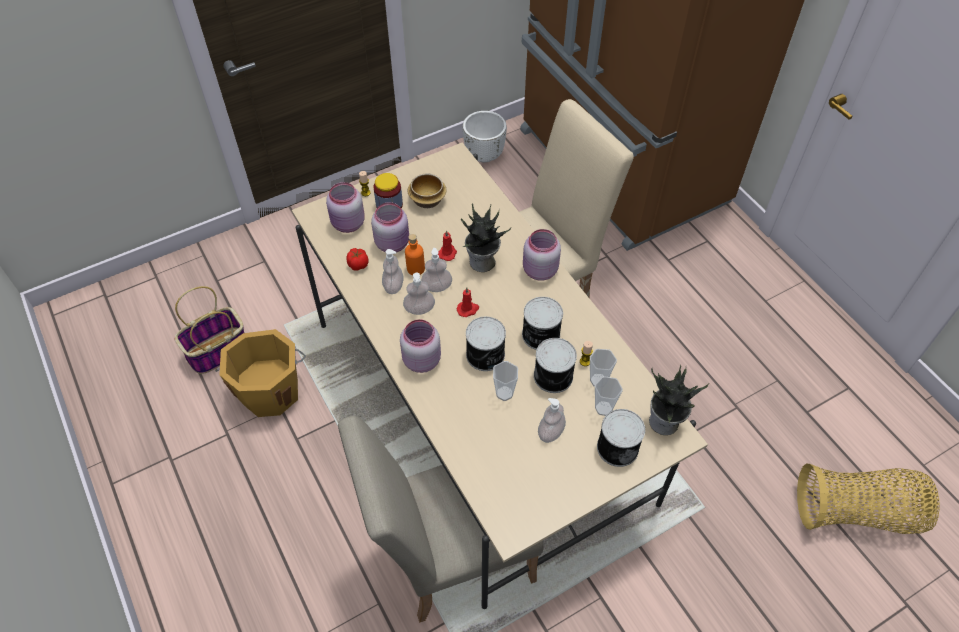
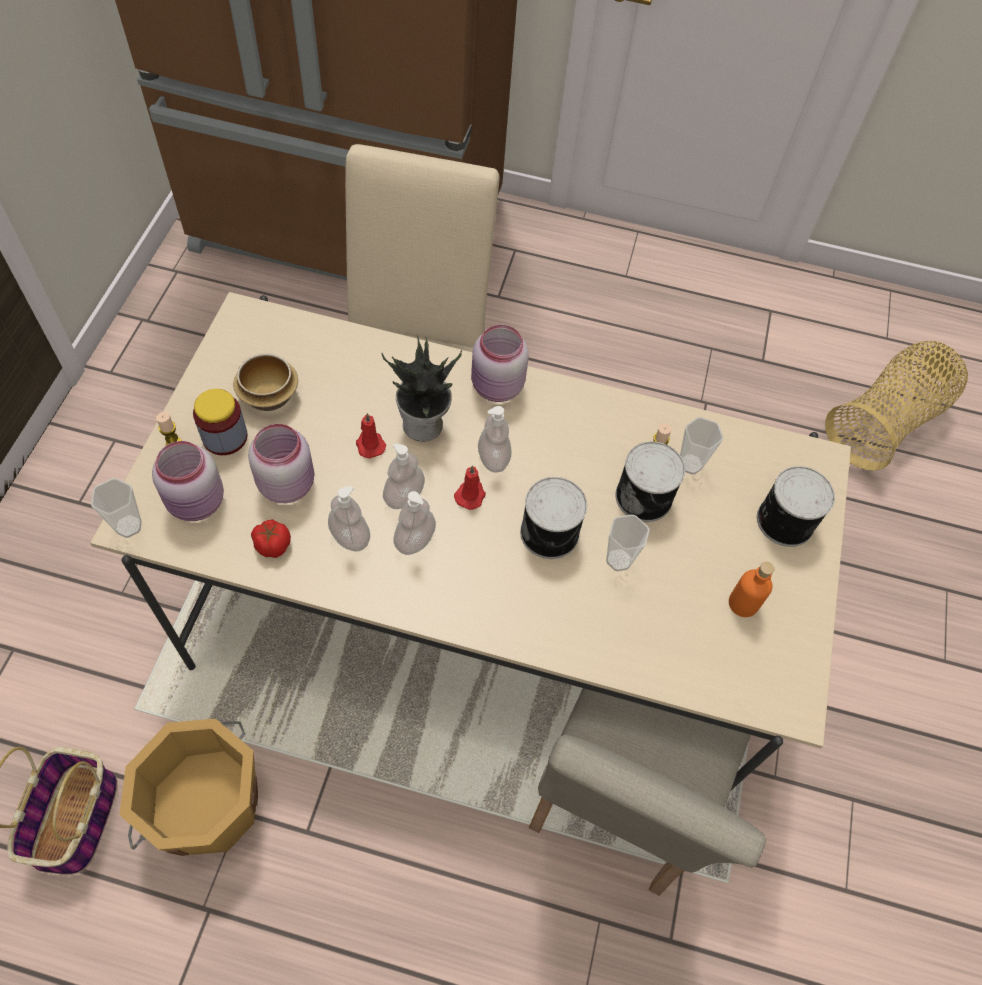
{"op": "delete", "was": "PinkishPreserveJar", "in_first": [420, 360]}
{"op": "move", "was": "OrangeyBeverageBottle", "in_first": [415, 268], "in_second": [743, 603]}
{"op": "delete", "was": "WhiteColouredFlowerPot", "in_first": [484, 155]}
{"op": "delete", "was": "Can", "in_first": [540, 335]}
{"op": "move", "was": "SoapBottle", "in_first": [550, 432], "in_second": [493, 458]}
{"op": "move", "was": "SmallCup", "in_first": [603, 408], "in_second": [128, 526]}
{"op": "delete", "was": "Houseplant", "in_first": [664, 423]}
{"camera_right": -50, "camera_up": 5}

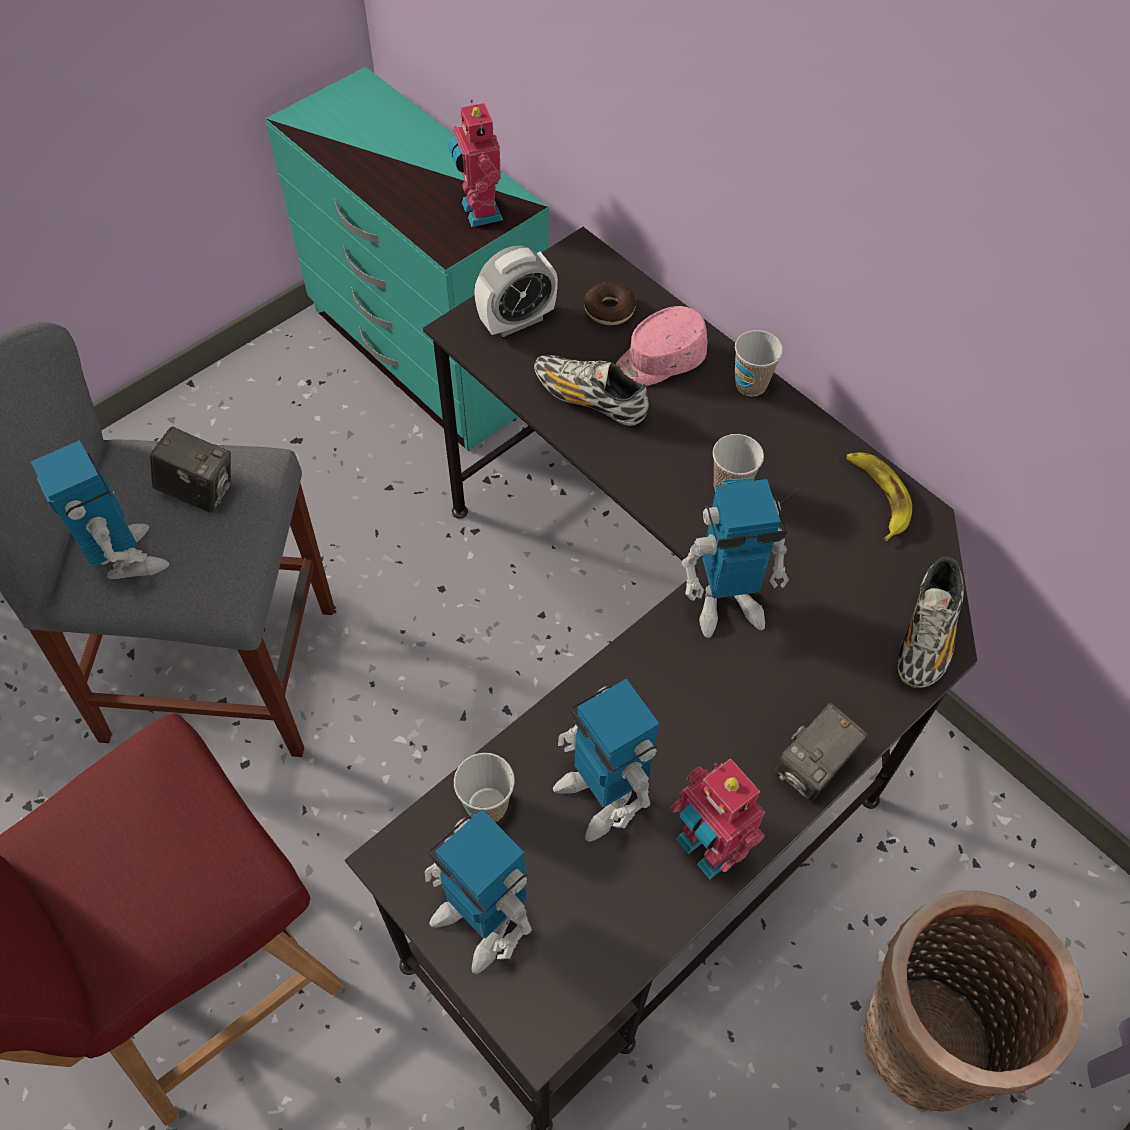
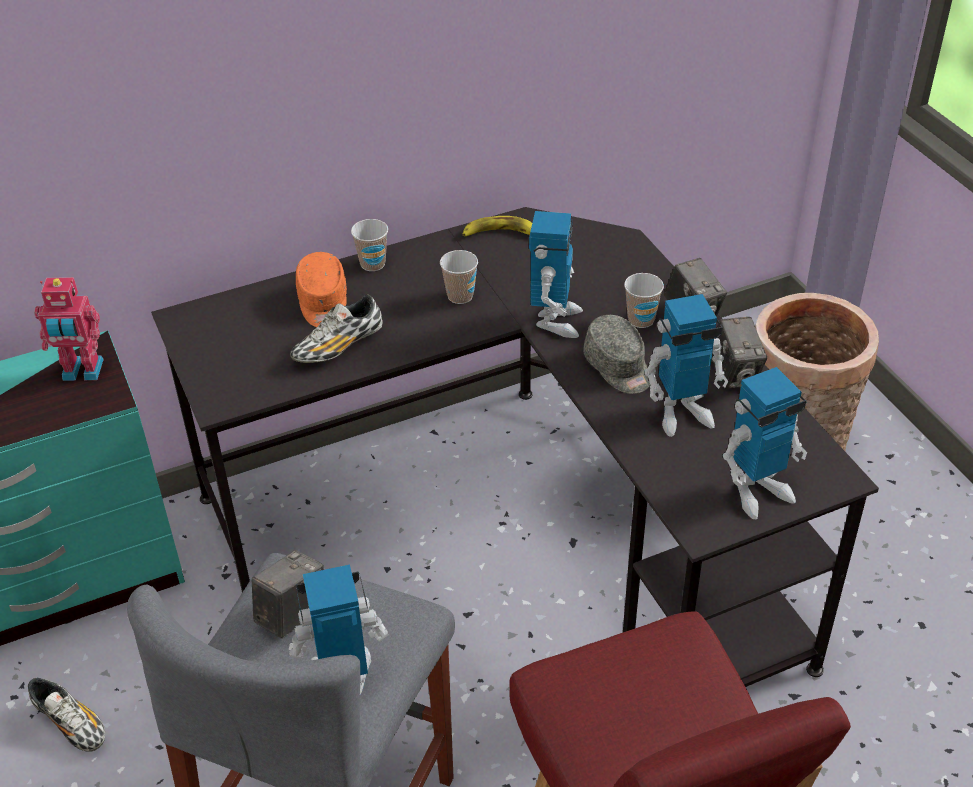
{"op": "move", "was": "SmallCup", "in_first": [487, 806], "in_second": [641, 320]}
{"op": "delete", "was": "BedsideClock", "in_first": [517, 321]}
{"op": "delete", "was": "Donut", "in_first": [609, 310]}
{"op": "recolor", "was": "PinkishPeakedCap", "now": "OrangeyPeakedCap", "in_first": [659, 361], "in_second": [323, 303]}
{"op": "replace", "was": "RobotFigure", "now": "StillCamera", "in_first": [706, 848], "in_second": [734, 374]}
{"op": "move", "was": "Shoe", "in_first": [926, 636], "in_second": [71, 724]}
{"op": "insert", "now": "GreyPeakedCap", "in_second": [618, 367]}
{"camera_right": -70, "camera_up": -15}

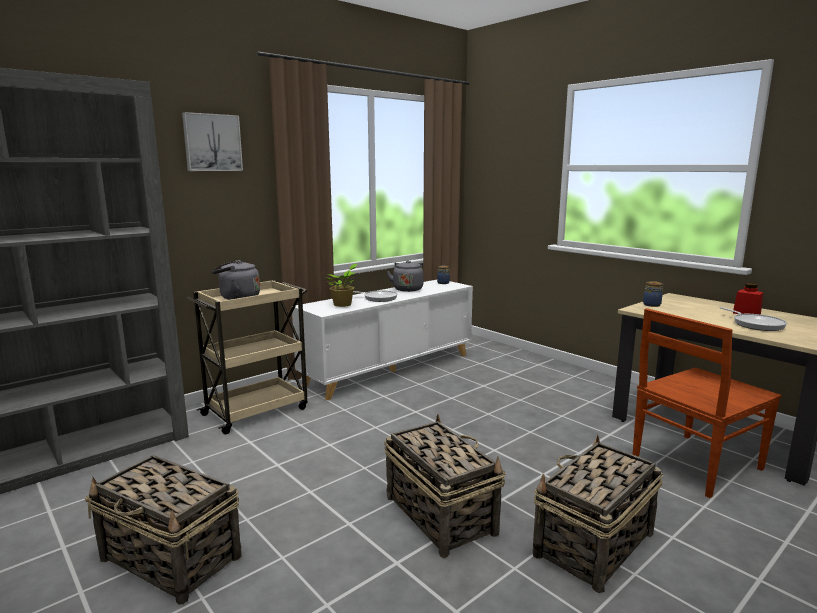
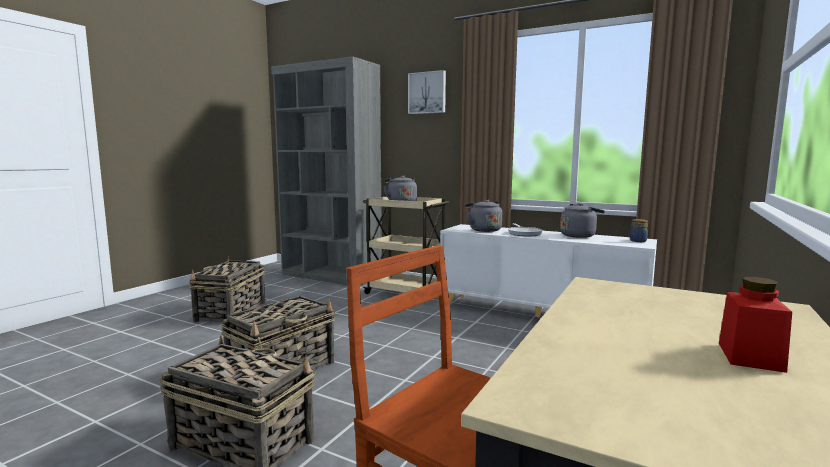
{"op": "replace", "was": "Houseplant", "now": "GreyTeaKettle", "in_first": [343, 305], "in_second": [483, 230]}
{"op": "delete", "was": "PreserveJar", "in_first": [652, 305]}
{"op": "delete", "was": "Skillet", "in_first": [756, 324]}
{"camera_right": 70, "camera_up": -5}

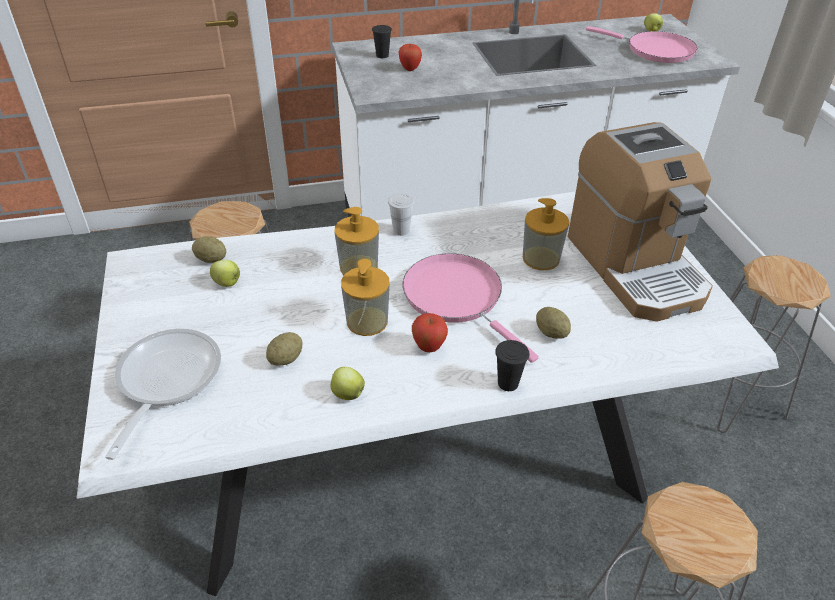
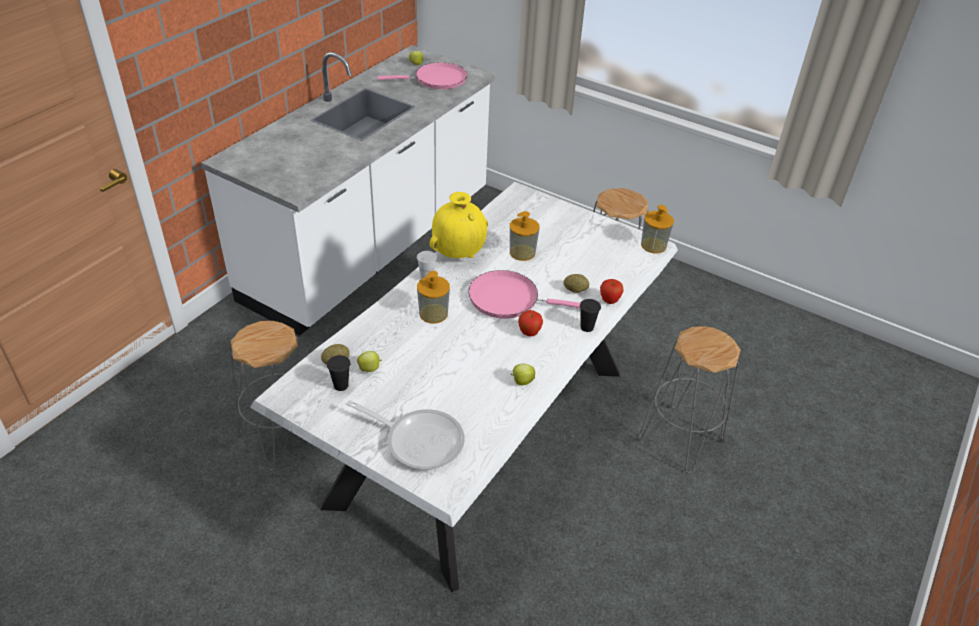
{"op": "rotate", "was": "Skillet", "in_first": [165, 381], "in_second": [419, 440], "clockwise": 150}
{"op": "delete", "was": "WholePotato", "in_first": [286, 359]}
{"op": "move", "was": "SoapBottle", "in_first": [367, 321], "in_second": [653, 245]}
{"op": "move", "was": "BlackColouredSmallCup", "in_first": [382, 55], "in_second": [341, 385]}
{"op": "move", "was": "AppleFruit", "in_first": [410, 69], "in_second": [609, 301]}
{"op": "delete", "was": "CoffeeBrewer", "in_first": [635, 267]}
{"op": "insert", "now": "YellowColouredDecorativeVase", "in_second": [459, 254]}
{"camera_right": -45, "camera_up": 0}

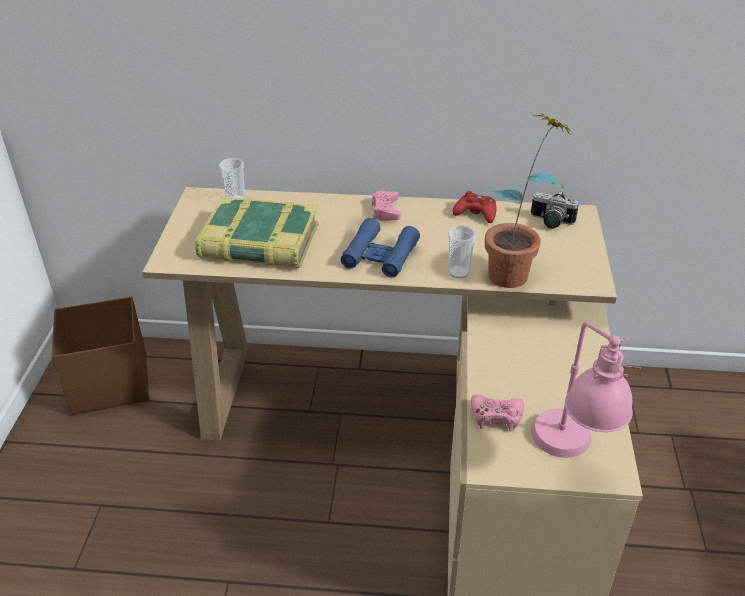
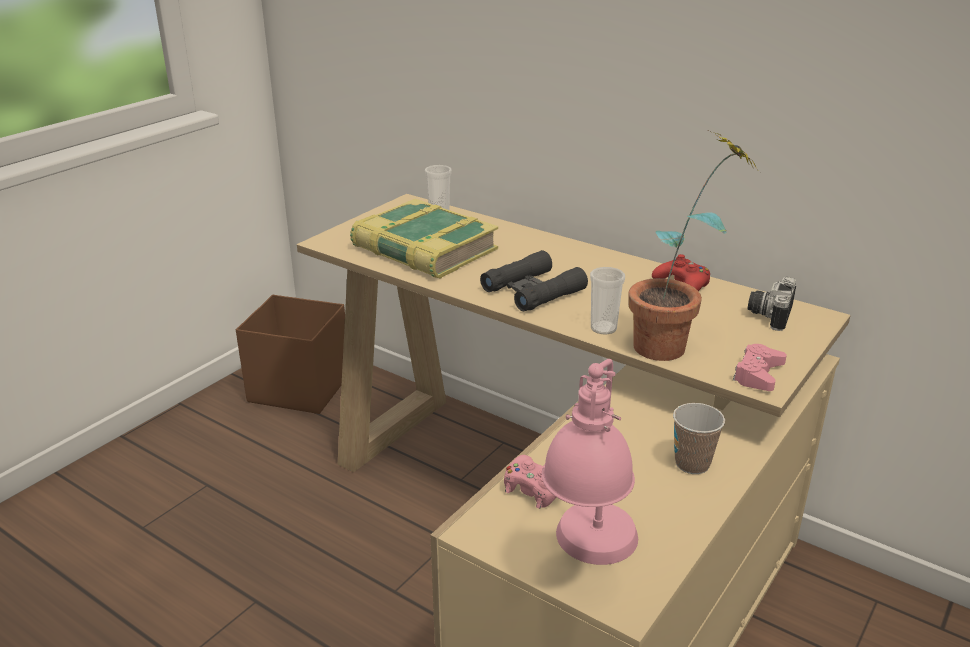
{"op": "recolor", "was": "BluishBinoculars", "now": "BlackColouredBinoculars", "in_first": [380, 255], "in_second": [533, 291]}
{"op": "move", "was": "PinkishJoypad", "in_first": [386, 210], "in_second": [758, 374]}
{"op": "rotate", "was": "StillCamera", "in_first": [550, 222], "in_second": [768, 314], "clockwise": 60}
{"op": "insert", "now": "SmallCup", "in_second": [692, 464]}
{"camera_right": 30, "camera_up": -10}

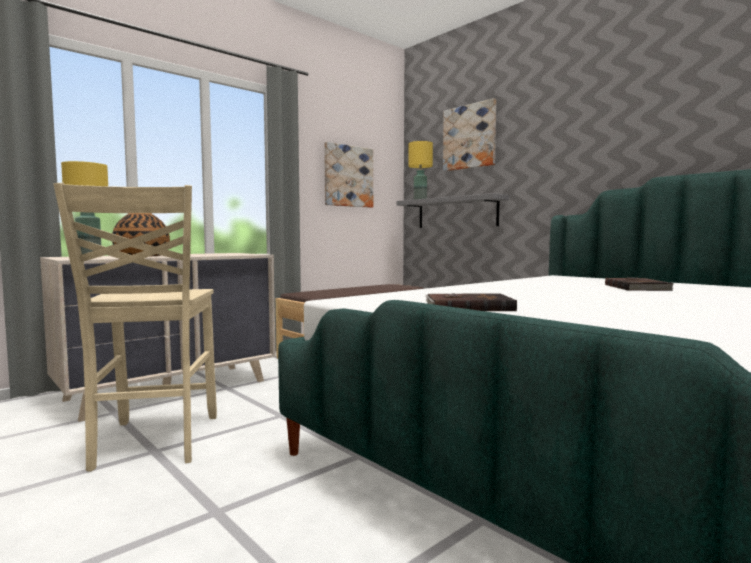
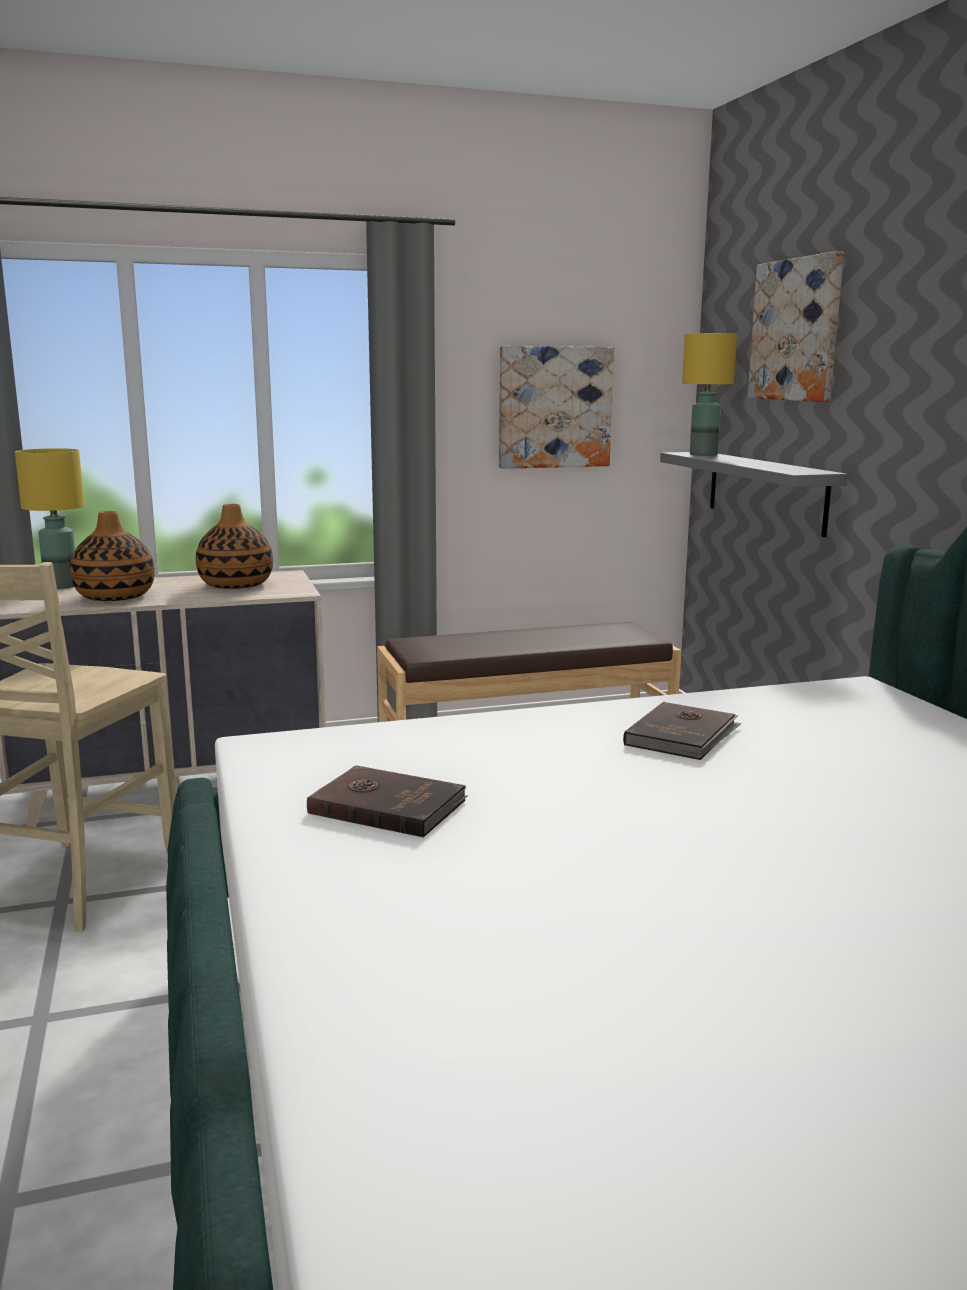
{"op": "move", "was": "BrownishVolume", "in_first": [637, 287], "in_second": [683, 736]}
{"op": "insert", "now": "DecorativeVase", "in_second": [236, 585]}
{"camera_right": 25, "camera_up": 10}

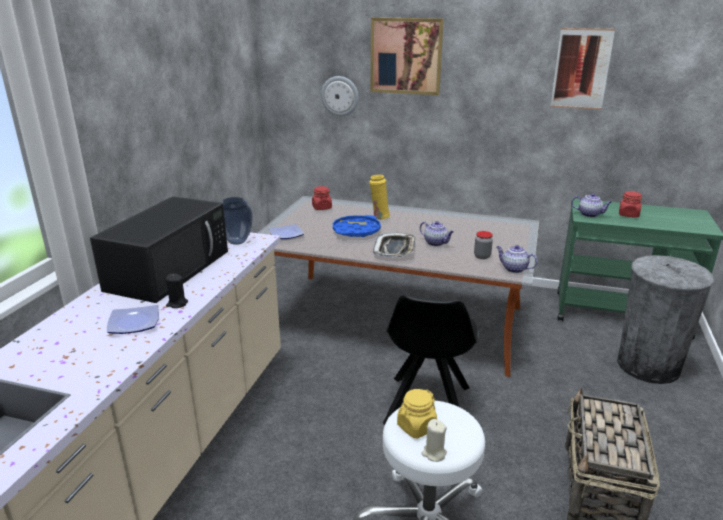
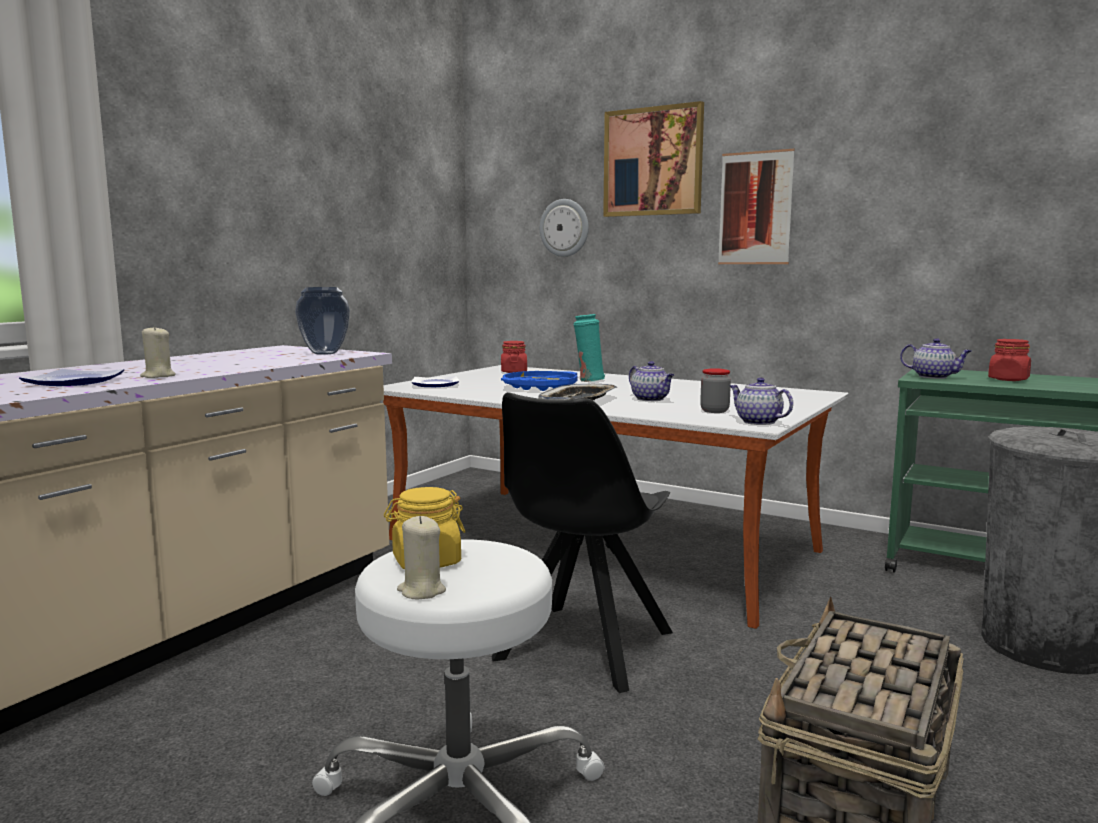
{"op": "delete", "was": "BlackColouredKitchenMicrowave", "in_first": [169, 269]}
{"op": "recolor", "was": "BlackColouredWaxCandle", "now": "BeigeWaxCandle", "in_first": [177, 304], "in_second": [158, 376]}
{"op": "recolor", "was": "YellowColouredDecorativeVase", "now": "TurquoiseDecorativeVase", "in_first": [379, 217], "in_second": [589, 380]}
{"op": "move", "was": "Picture", "in_first": [581, 69], "in_second": [755, 208]}
{"camera_right": 15, "camera_up": -15}

